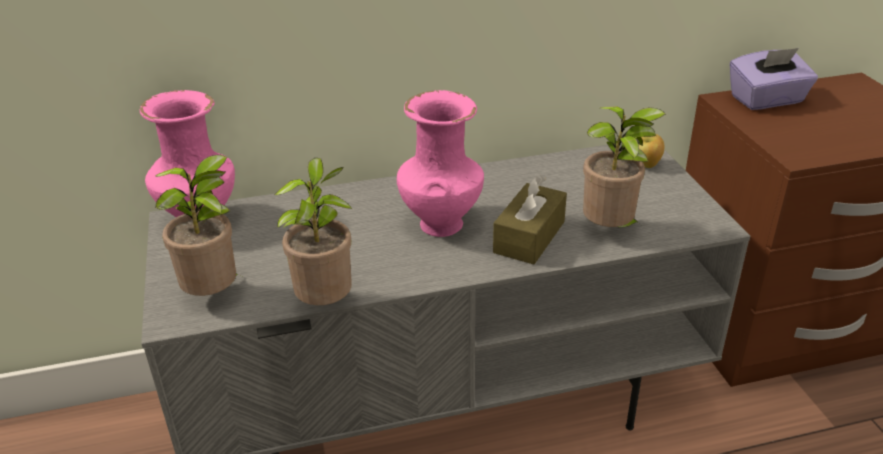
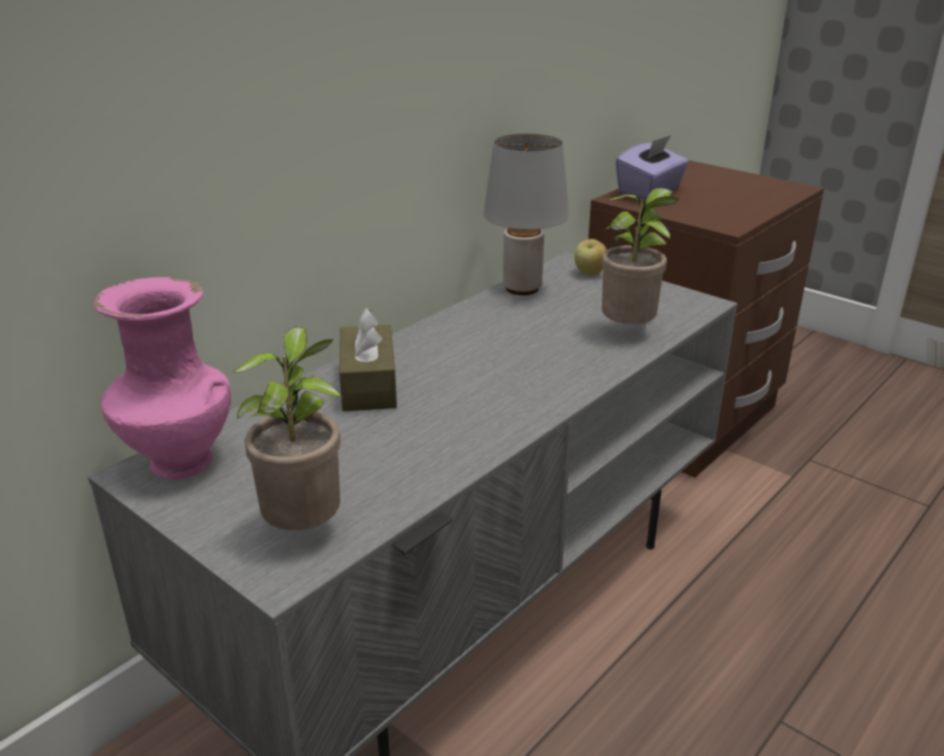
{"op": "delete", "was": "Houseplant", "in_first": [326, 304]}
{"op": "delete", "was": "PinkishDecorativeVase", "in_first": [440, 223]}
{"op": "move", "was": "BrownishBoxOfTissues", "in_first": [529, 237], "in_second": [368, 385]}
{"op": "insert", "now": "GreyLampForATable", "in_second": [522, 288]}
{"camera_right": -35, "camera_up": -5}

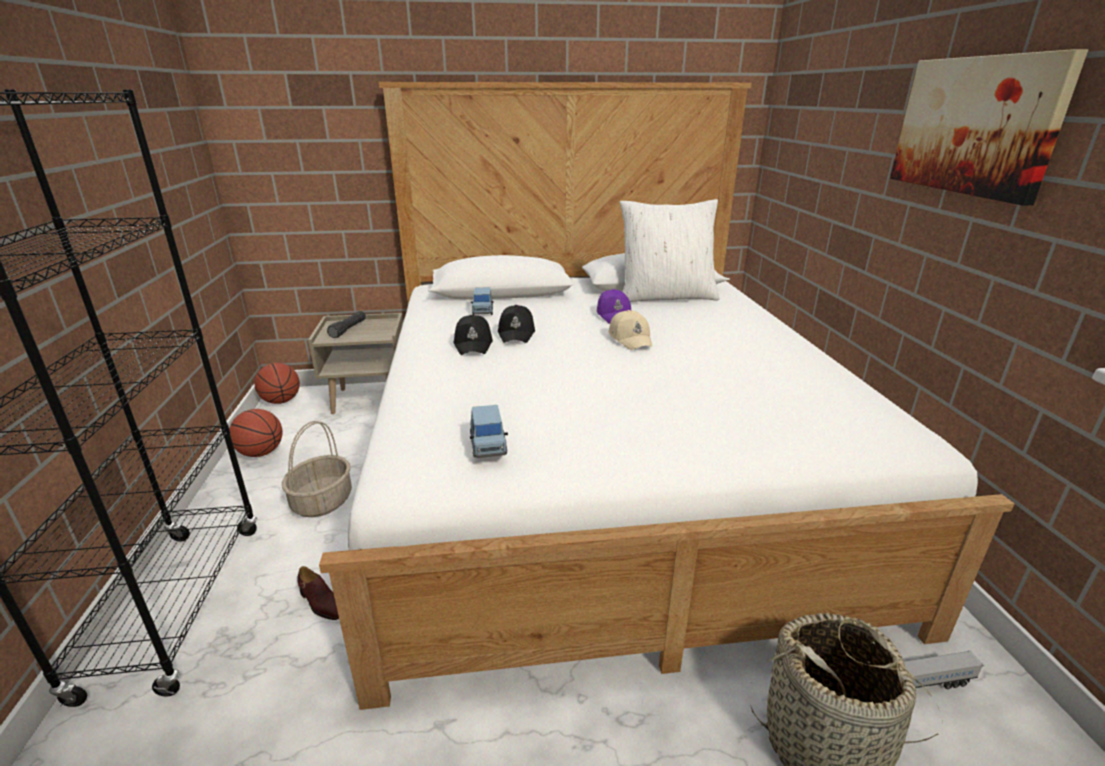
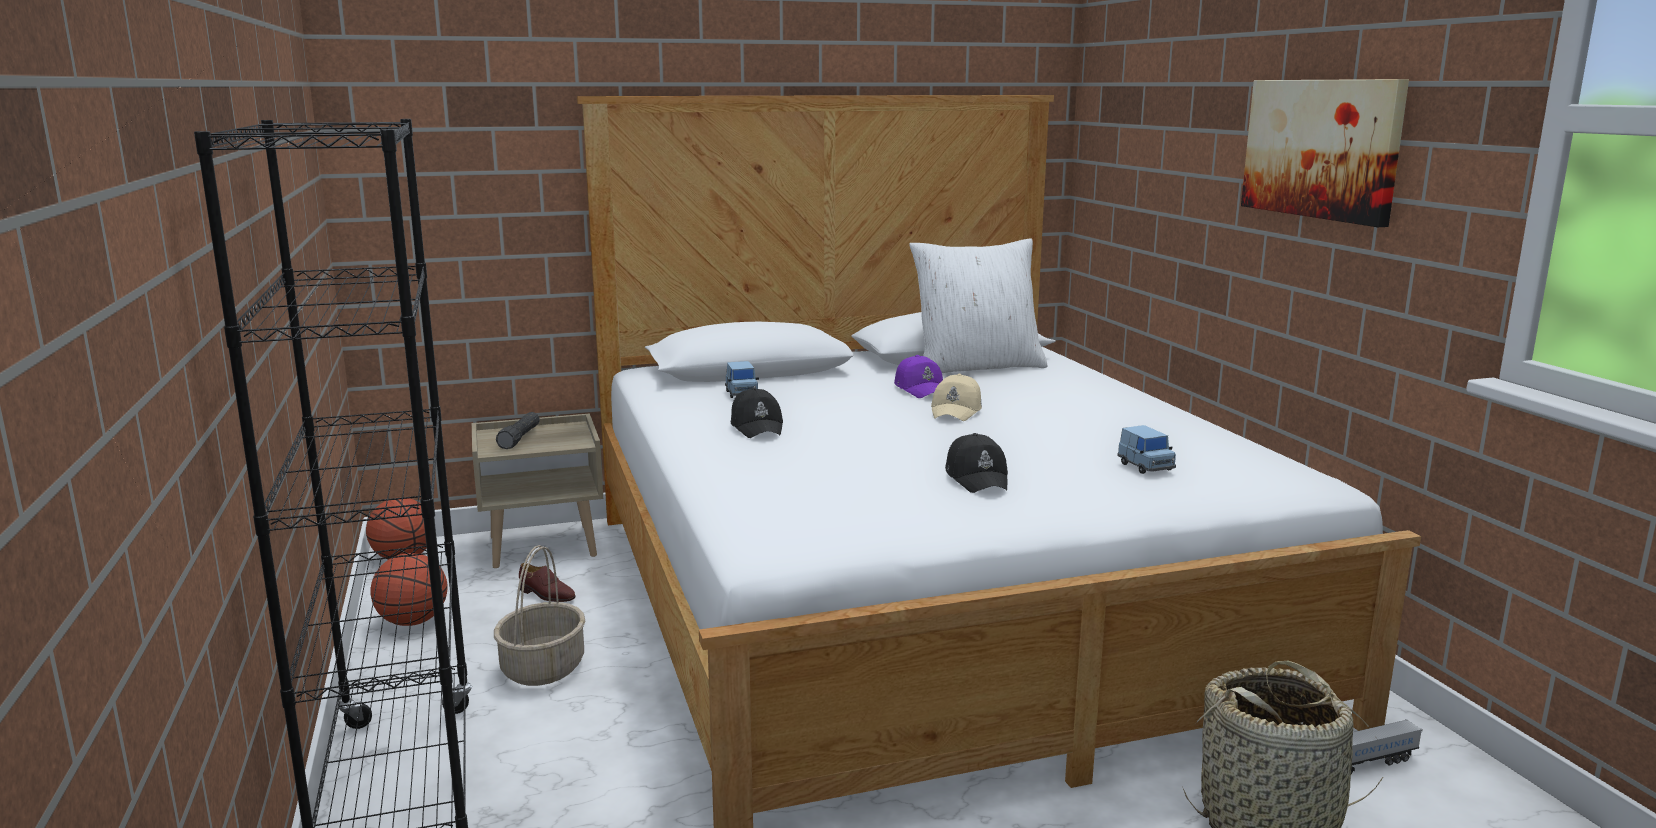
{"op": "move", "was": "BrownishShoe", "in_first": [321, 603], "in_second": [546, 595]}
{"op": "move", "was": "BluishModelCar", "in_first": [488, 447], "in_second": [1145, 467]}
{"op": "move", "was": "BlackColouredPeakedCap", "in_first": [517, 333], "in_second": [977, 478]}
{"op": "rotate", "was": "BeigePeakedCap", "in_first": [630, 339], "in_second": [957, 411], "clockwise": 45}
{"camera_right": -10, "camera_up": -10}

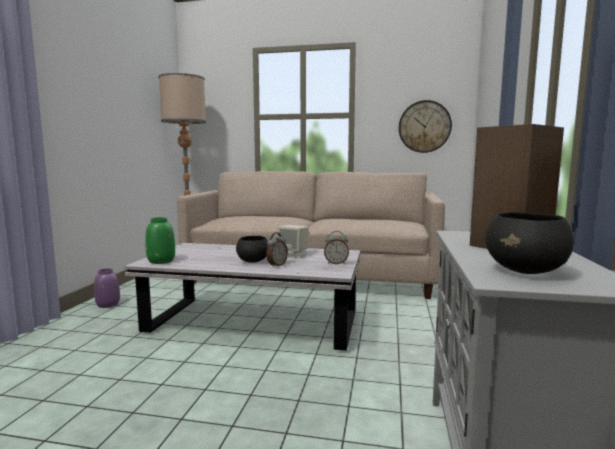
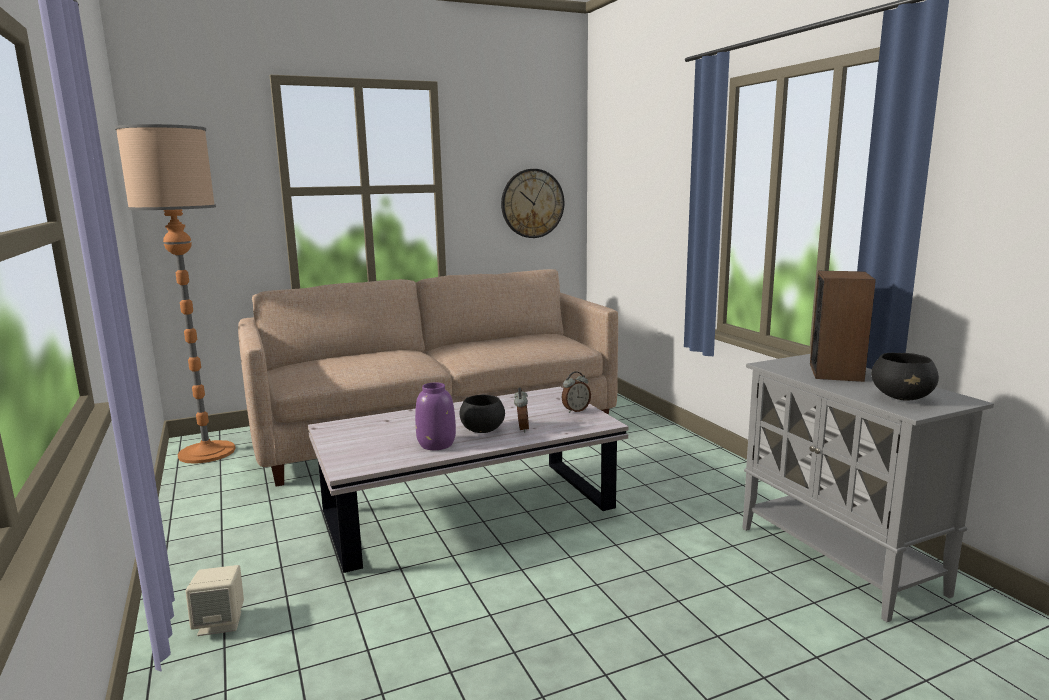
{"op": "move", "was": "PurpleColouredDecorativeVase", "in_first": [108, 305], "in_second": [437, 444]}
{"op": "delete", "was": "GreenishDecorativeVase", "in_first": [161, 261]}
{"op": "move", "was": "BeigeLoudspeaker", "in_first": [293, 255], "in_second": [220, 623]}
{"camera_right": -35, "camera_up": 5}

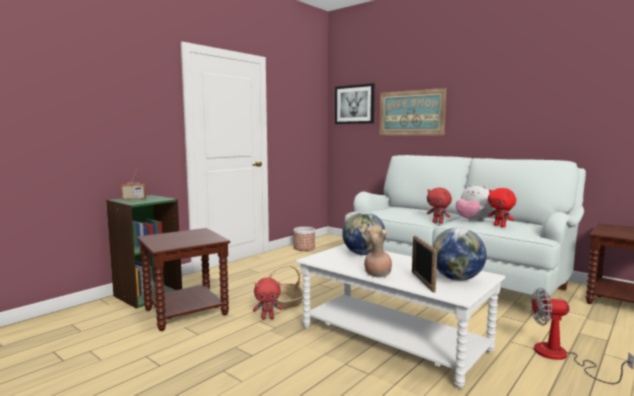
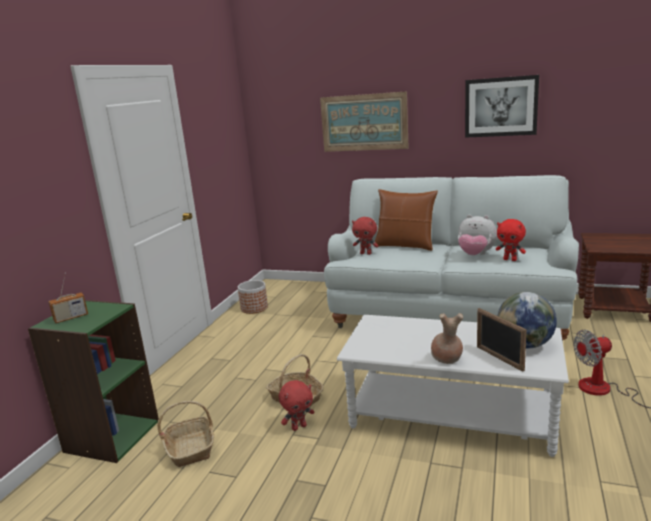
{"op": "replace", "was": "BrownishAccentTable", "now": "StorageBasket", "in_first": [186, 312], "in_second": [191, 448]}
{"op": "move", "was": "Picture", "in_first": [354, 104], "in_second": [500, 107]}
{"op": "delete", "was": "DeskGlobe", "in_first": [363, 254]}
{"op": "move", "was": "RedSoftToy", "in_first": [438, 222], "in_second": [366, 253]}
{"op": "insert", "now": "BrownishThrowPillow", "in_second": [405, 246]}
{"camera_right": -20, "camera_up": 10}

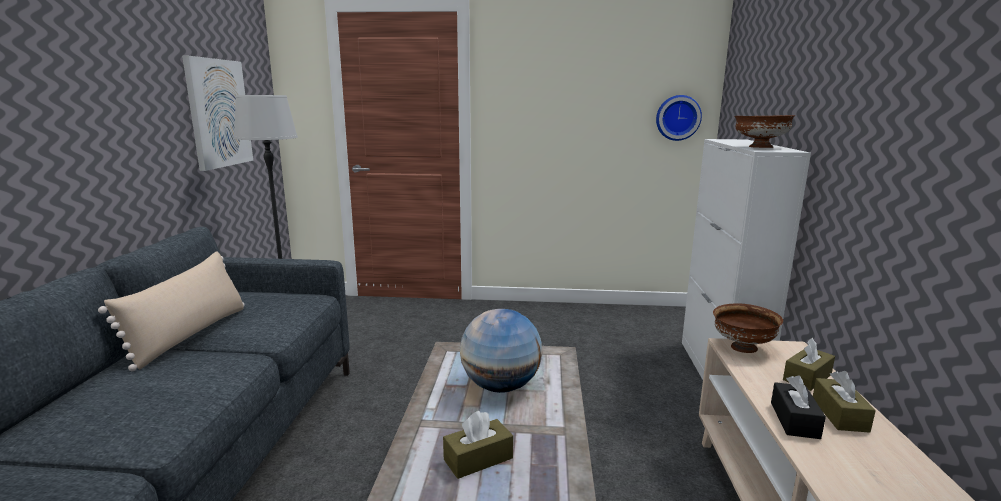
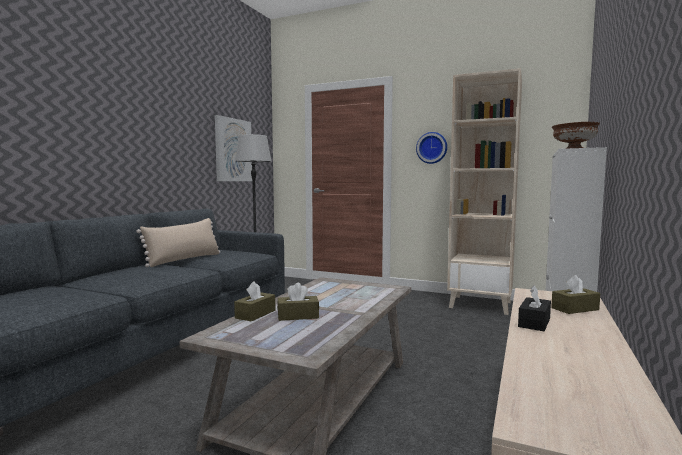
{"op": "delete", "was": "DeskGlobe", "in_first": [501, 386]}
{"op": "move", "was": "ClockOnTheWall", "in_first": [677, 117], "in_second": [432, 148]}
{"op": "delete", "was": "BrownishDeepDish", "in_first": [743, 348]}
{"op": "move", "was": "BrownishBoxOfTissues", "in_first": [839, 414], "in_second": [255, 314]}
{"op": "insert", "now": "BeigeShelvingUnit", "in_second": [481, 305]}
{"camera_right": 20, "camera_up": -10}

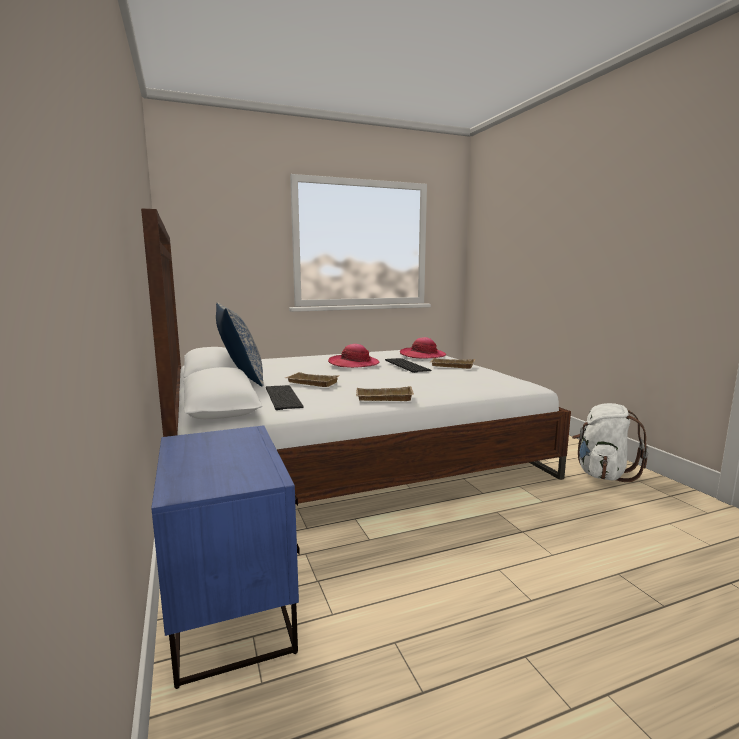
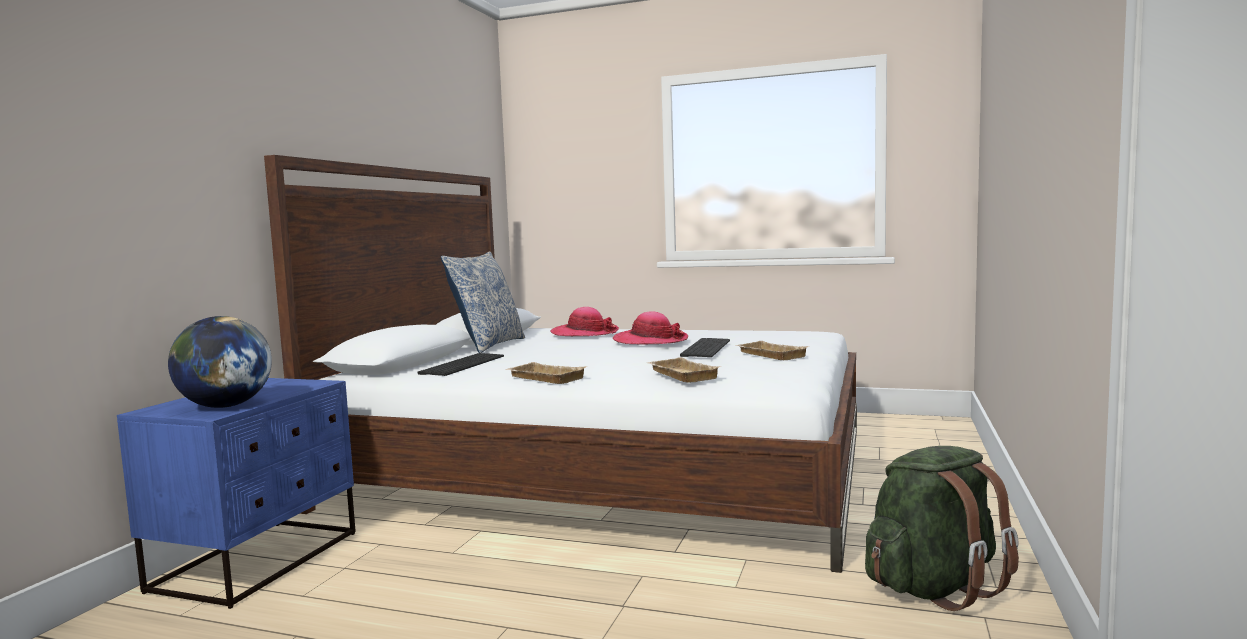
{"op": "move", "was": "BeigeTray", "in_first": [311, 383], "in_second": [680, 375]}
{"op": "move", "was": "Hat", "in_first": [422, 355], "in_second": [585, 333]}
{"op": "recolor", "was": "WhiteColouredBackpack", "now": "GreenishBackpack", "in_first": [602, 474], "in_second": [934, 587]}
{"op": "insert", "now": "DeskGlobe", "in_second": [225, 406]}
{"camera_right": 40, "camera_up": -5}

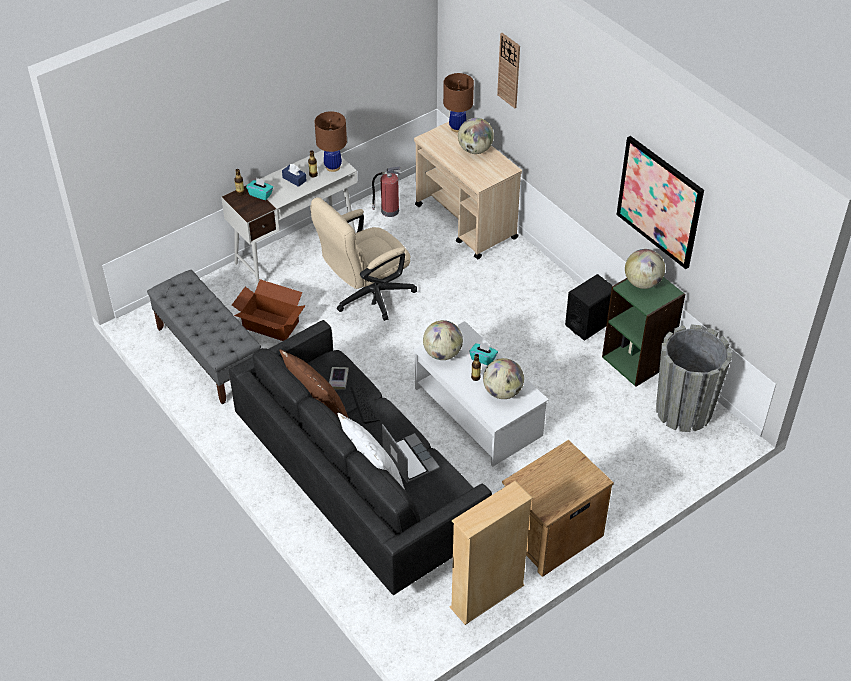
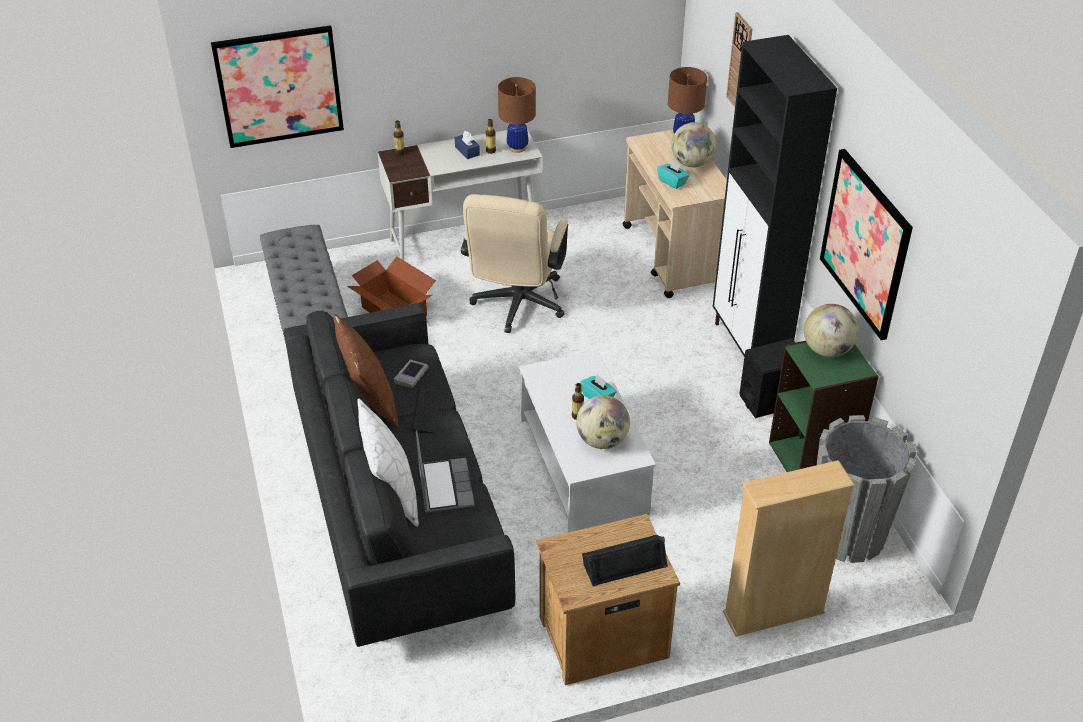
{"op": "move", "was": "TurquoiseBoxOfTissues", "in_first": [260, 194], "in_second": [672, 182]}
{"op": "rotate", "was": "BeigeComputerChair", "in_first": [366, 296], "in_second": [516, 307], "clockwise": -60}
{"op": "delete", "was": "FireFightingCylinder", "in_first": [389, 211]}
{"op": "delete", "was": "DeskGlobe", "in_first": [442, 353]}
{"op": "move", "was": "BeigeShelvingUnit", "in_first": [487, 596], "in_second": [773, 613]}
{"op": "insert", "now": "Picture", "in_second": [279, 86]}
{"op": "insert", "now": "BlackColouredLoudspeaker", "in_second": [624, 563]}
{"op": "insert", "now": "BlackColouredCabinet", "in_second": [749, 348]}
{"camera_right": 20, "camera_up": -5}

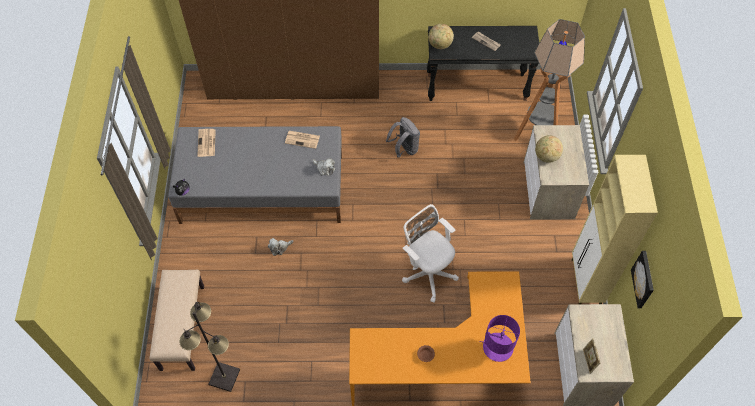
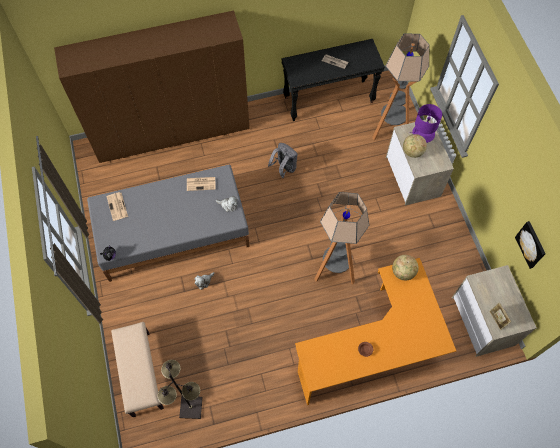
{"op": "replace", "was": "WhiteColouredComputerChair", "now": "StandingLamp", "in_first": [427, 272], "in_second": [335, 271]}
{"op": "move", "was": "DeskGlobe", "in_first": [440, 45], "in_second": [403, 272]}
{"op": "move", "was": "PurpleColouredLampForATable", "in_first": [497, 347], "in_second": [423, 133]}
{"op": "delete", "was": "BeigeCabinet", "in_first": [585, 283]}
{"camera_right": -15, "camera_up": 5}

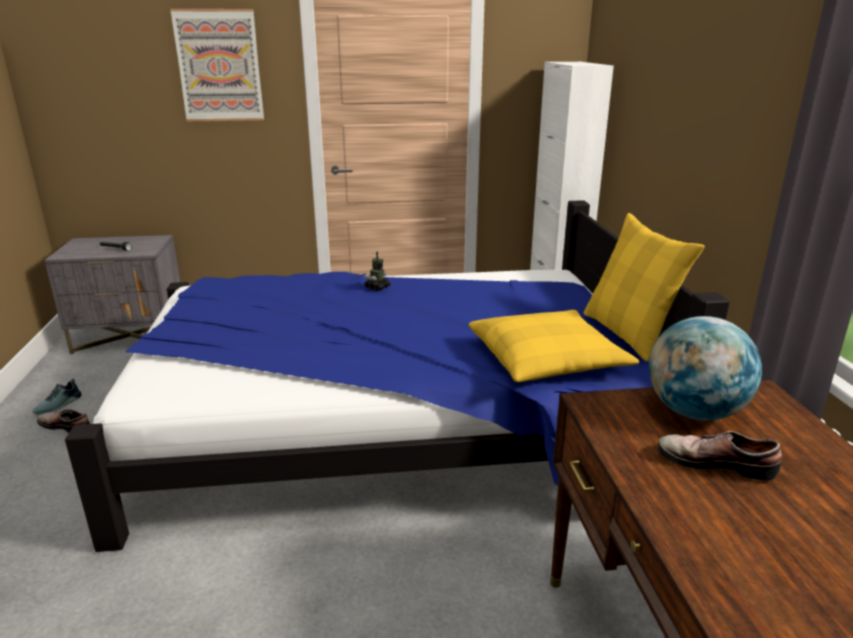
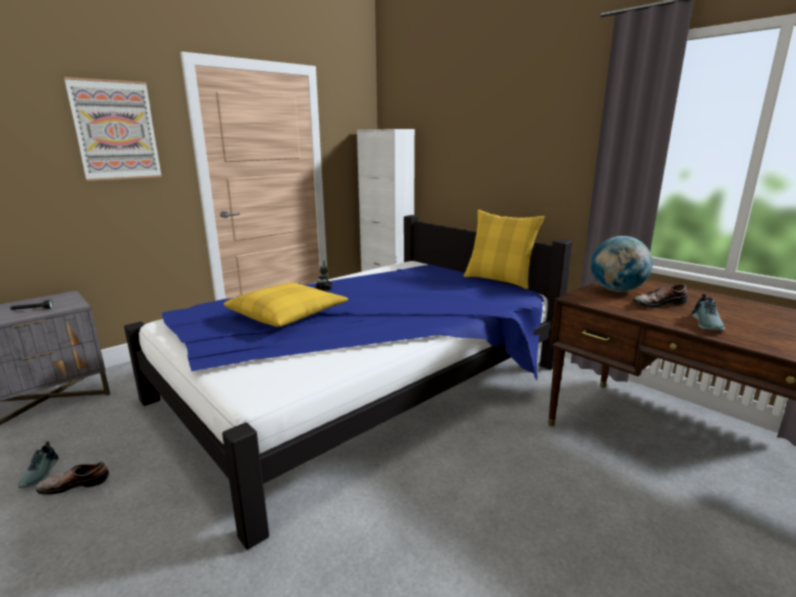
{"op": "move", "was": "YellowColouredThrowPillow", "in_first": [547, 359], "in_second": [287, 314]}
{"op": "insert", "now": "Shoe", "in_second": [707, 324]}
{"camera_right": -35, "camera_up": -5}

